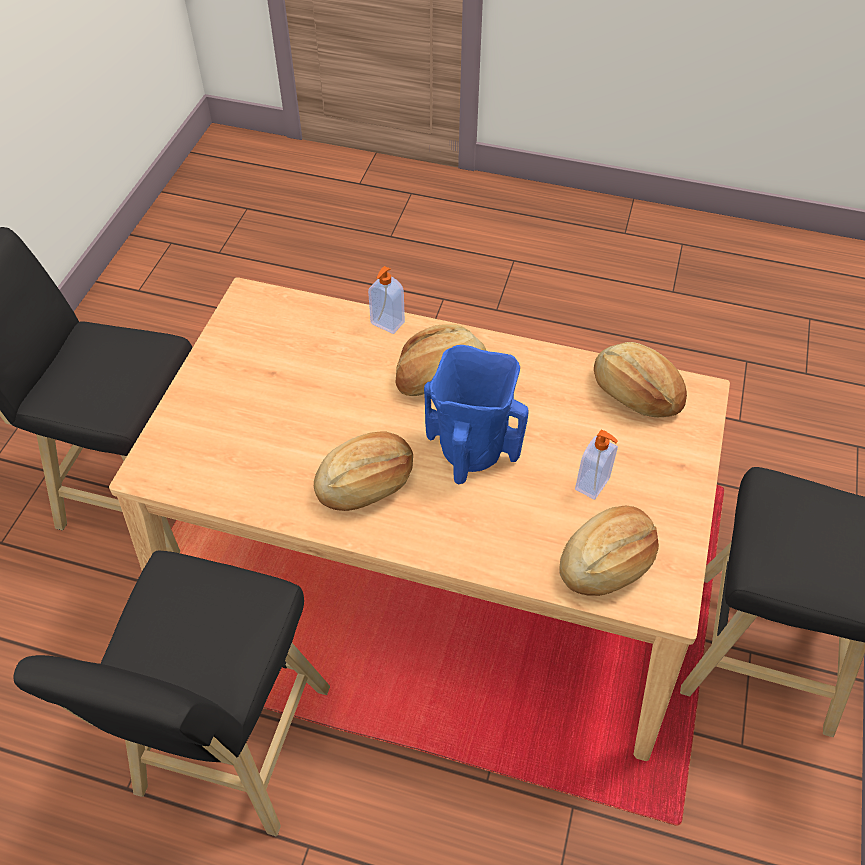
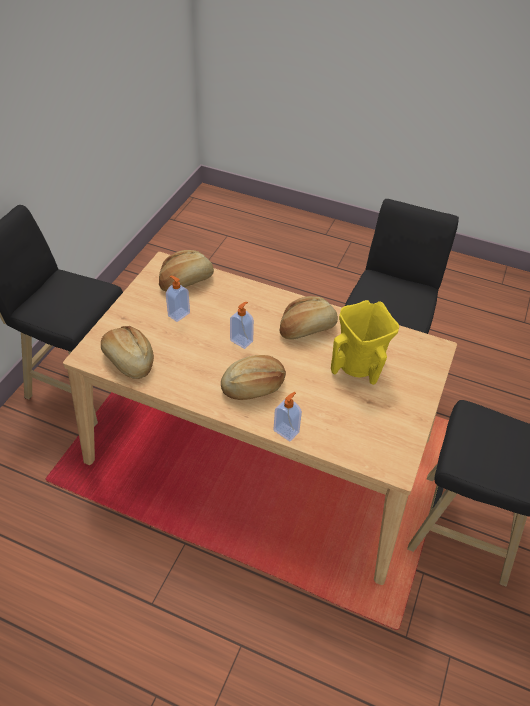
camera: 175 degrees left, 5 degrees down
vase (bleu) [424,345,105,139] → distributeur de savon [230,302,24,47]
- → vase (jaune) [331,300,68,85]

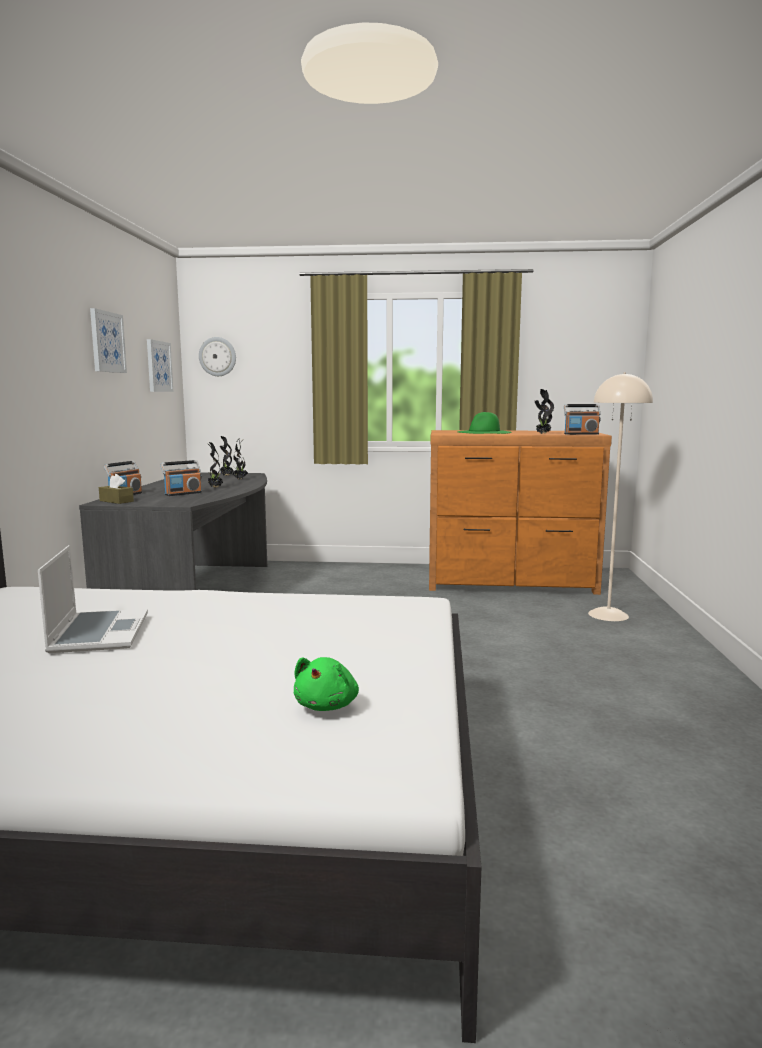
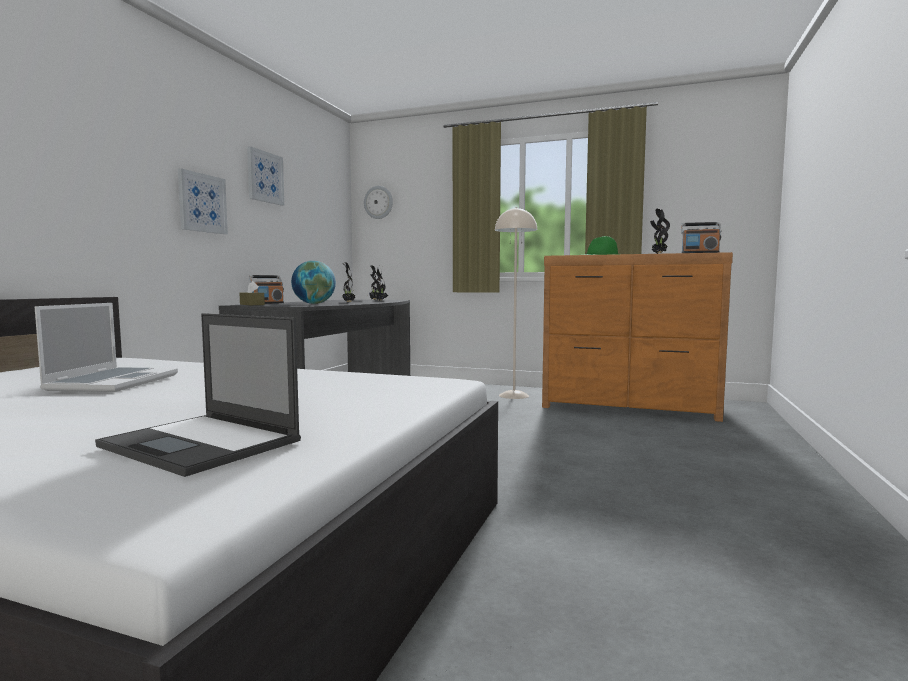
camera: 15 degrees right, 5 degrees down
tableau [147,339,26,53] → tableau [178,168,50,66], shifted
radio [161,460,41,36] → globe [291,261,45,43]
peluche (vert) [294,657,65,54] → ordinateur portable [95,313,206,164]
lampadaire (beige) [588,372,65,249] → lampadaire (beige) [495,207,42,192], shifted

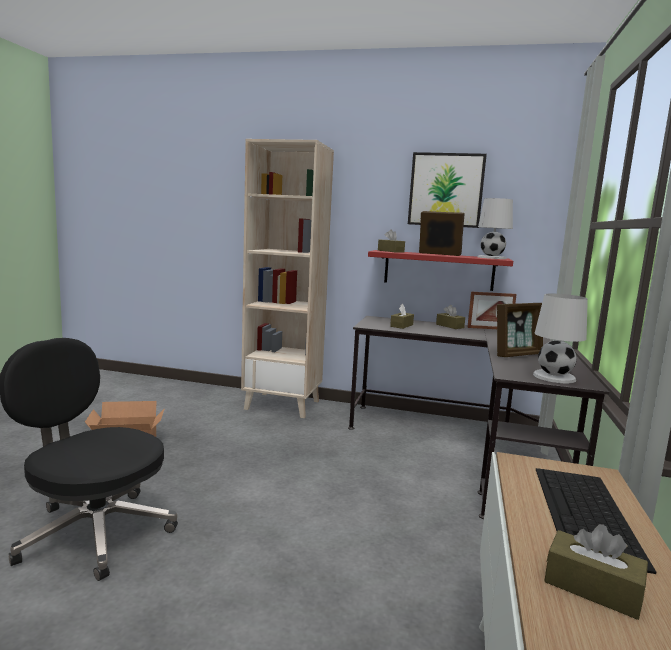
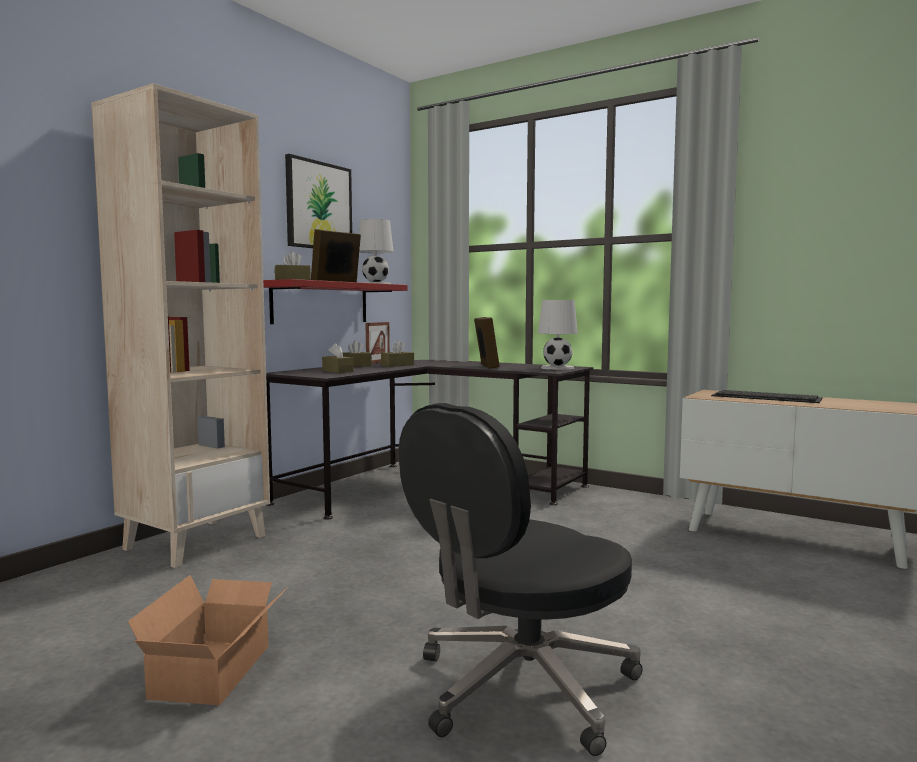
camera: 70 degrees left, 5 degrees down
boîte à mouchoirs (marron) [544,524,104,96] → boîte à mouchoirs (marron) [381,340,33,27], shifted

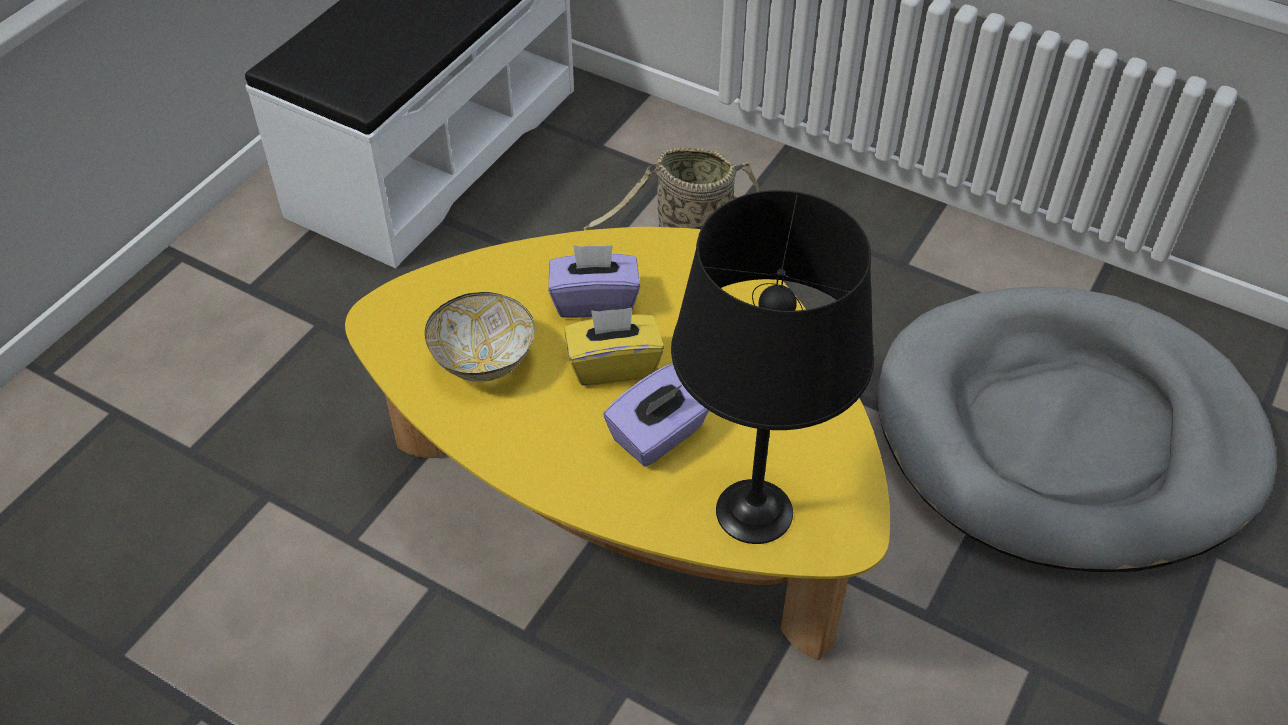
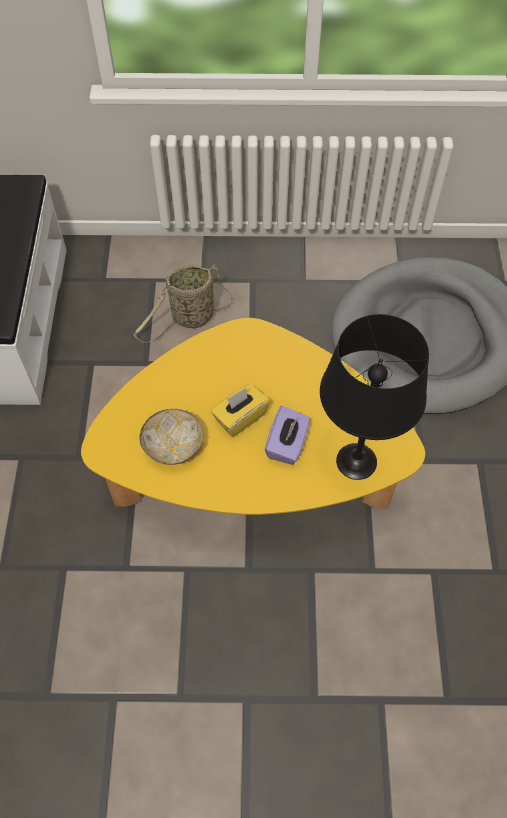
camera: 30 degrees left, 10 degrees up
boîte à mouchoirs (violet) [548,245,92,73] → -

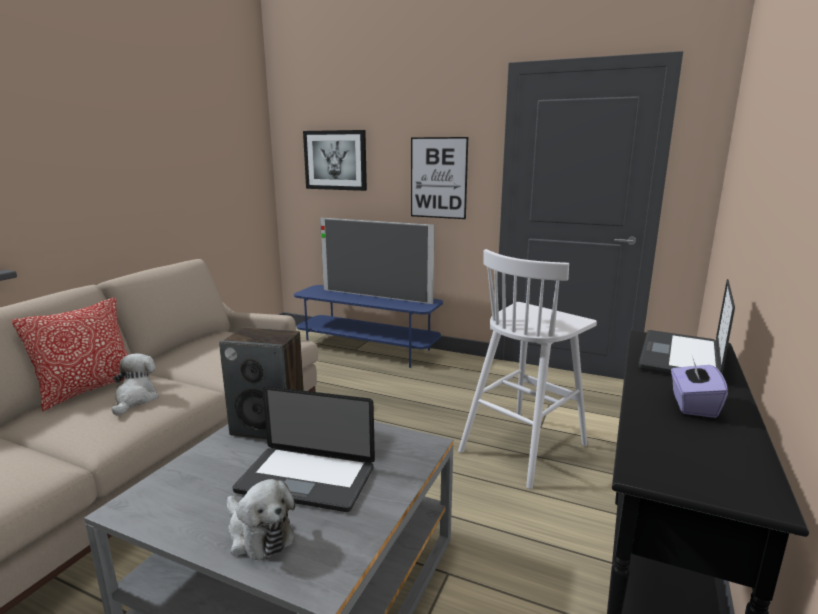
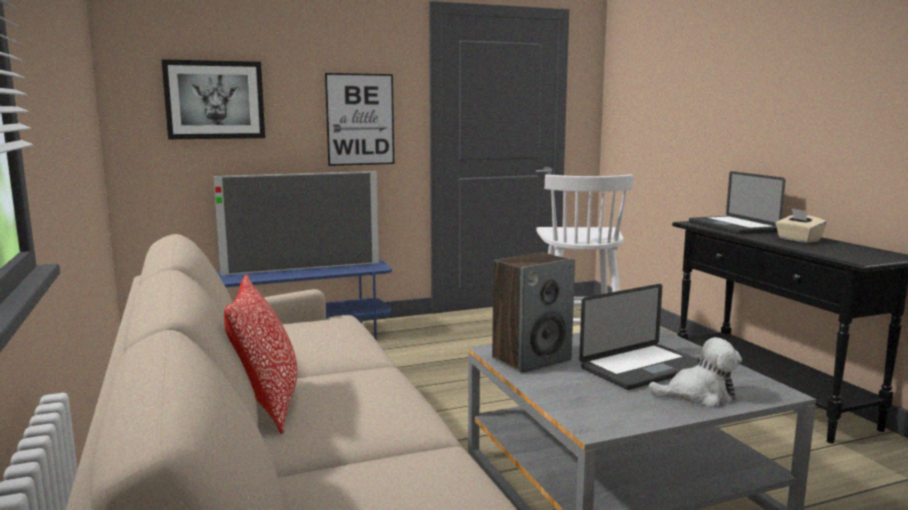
camera: 45 degrees left, 5 degrees down
peluche [112,354,47,61] → -
boîte à mouchoirs (violet) [671,356,57,62] → boîte à mouchoirs (beige) [775,208,52,35]

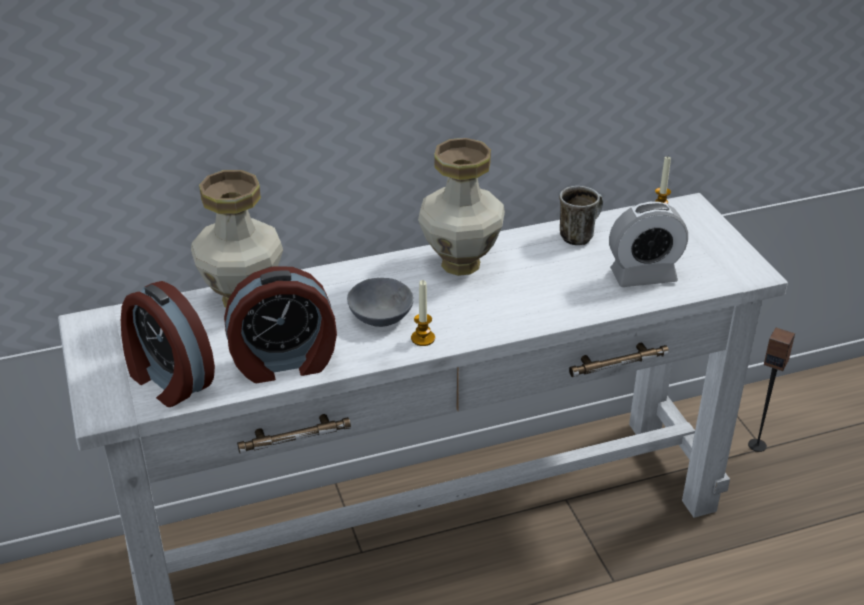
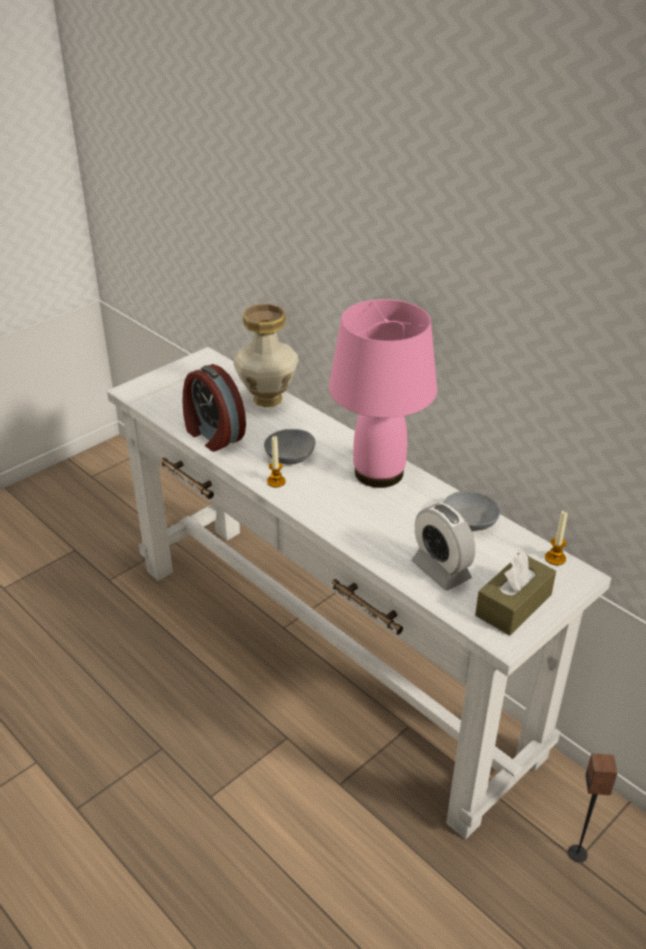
camera: 65 degrees right, 0 degrees up
réveil [121,281,94,126] → -
vase [418,138,87,138] → lampe de table (rose) [329,299,108,189]
mug [560,186,43,59] → bol (gris) [444,491,56,40]
- → boîte à mouchoirs (marron) [475,551,81,85]

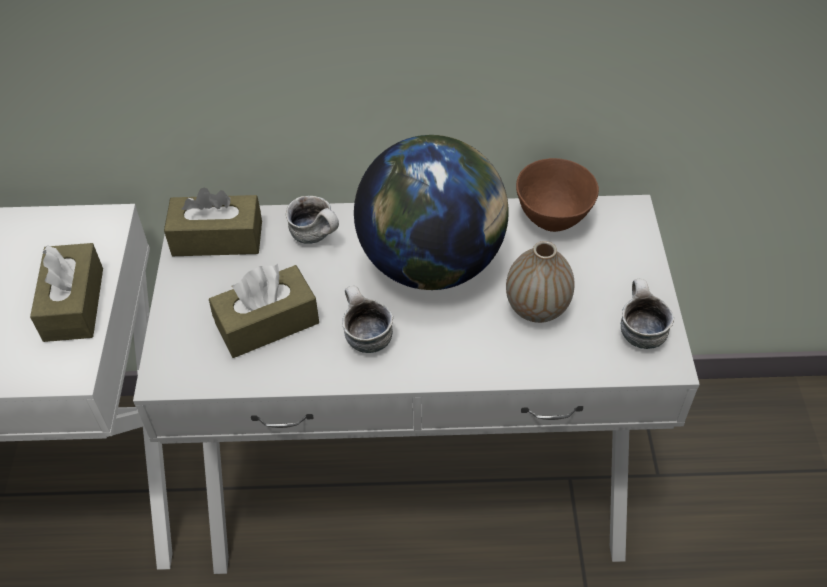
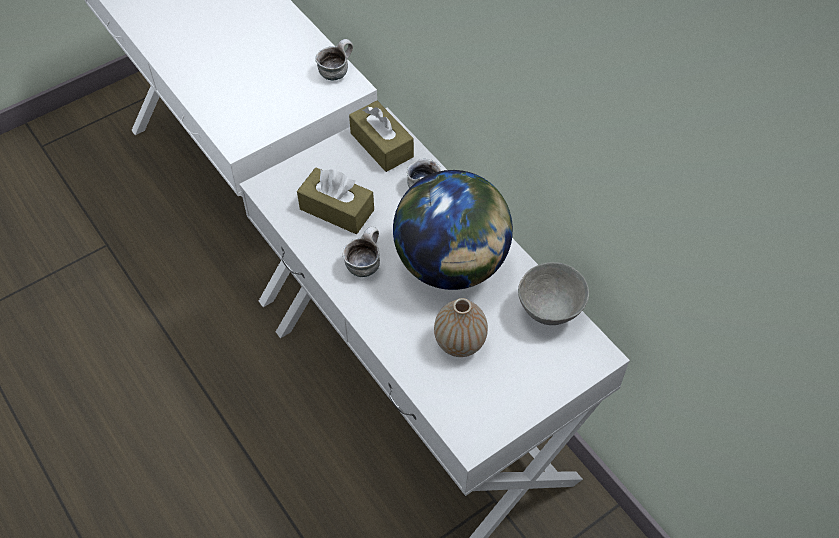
camera: 55 degrees right, 5 degrees up
boîte à mouchoirs (marron) [30,243,73,99] → -
bol (marron) [516,158,83,74] → bol (gris) [518,262,71,63]
mug [621,279,53,70] → mug [315,39,38,42], shifted

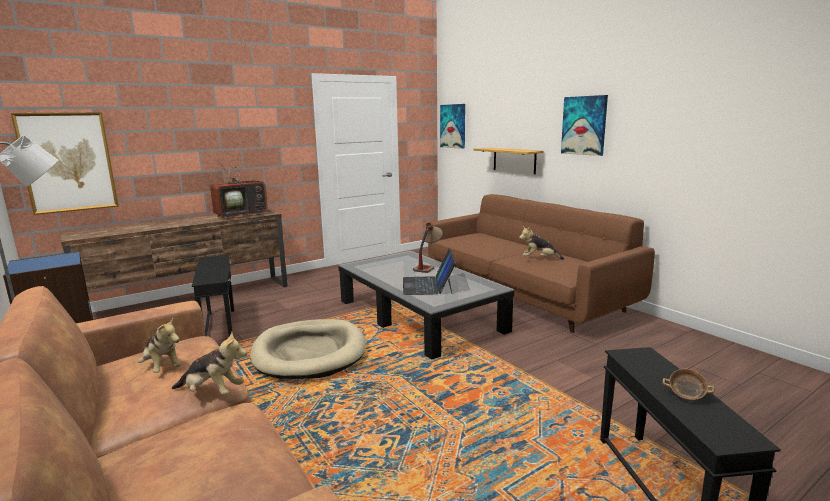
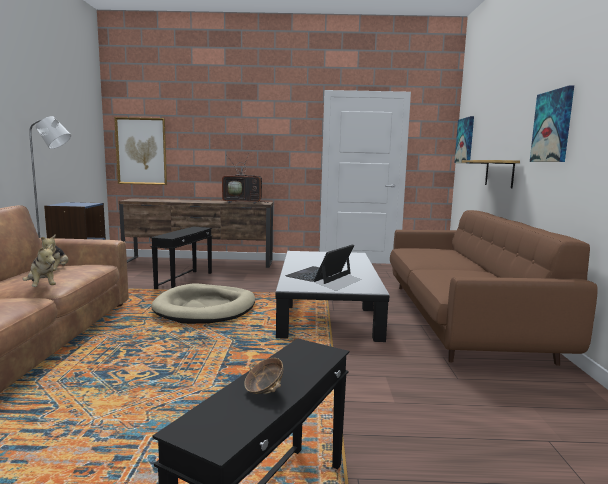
camera: 35 degrees right, 5 degrees down
lampe de table [413,222,30,51] → -
peluche [519,226,45,34] → -

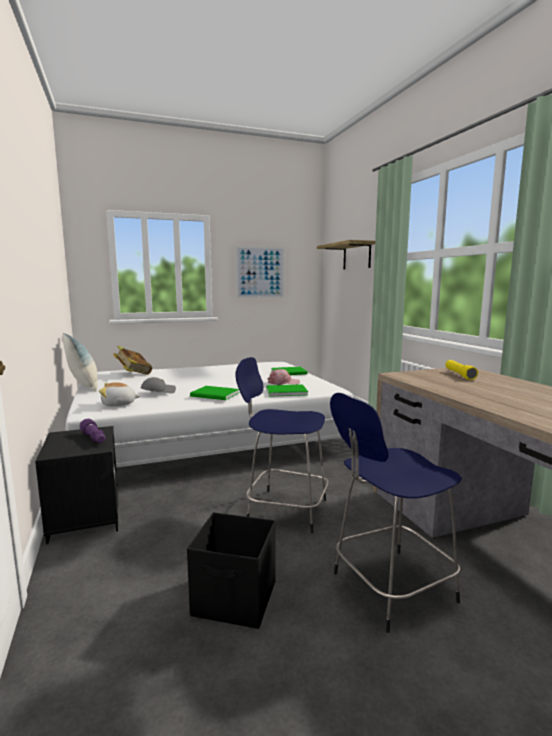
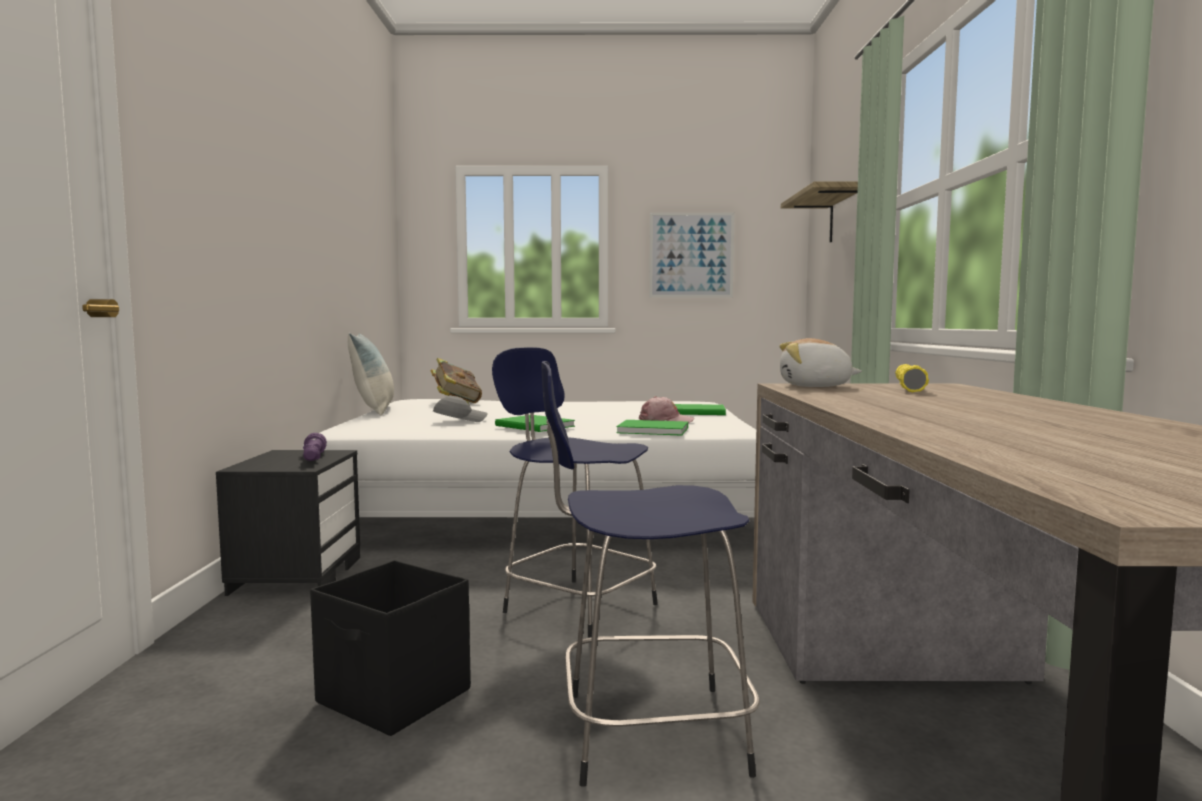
camera: 20 degrees right, 5 degrees down
peluche [99,382,41,25] → peluche [780,338,82,49], shifted

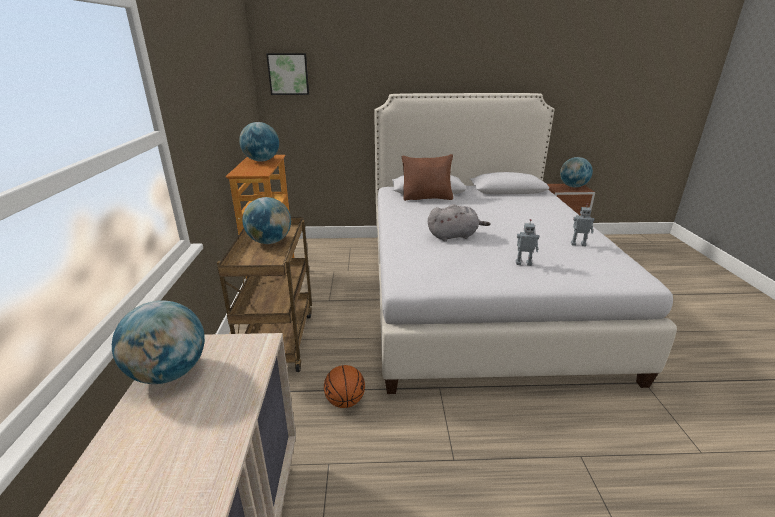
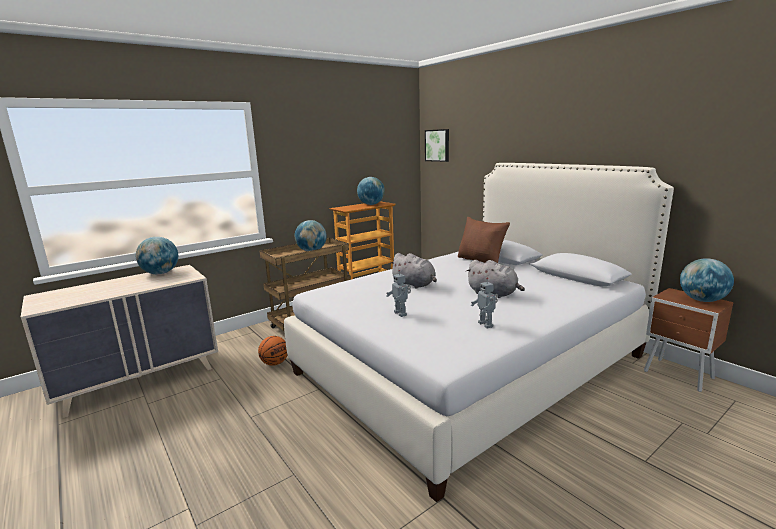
camera: 55 degrees right, 10 degrees down
- → peluche (gris) [466,260,59,38]

